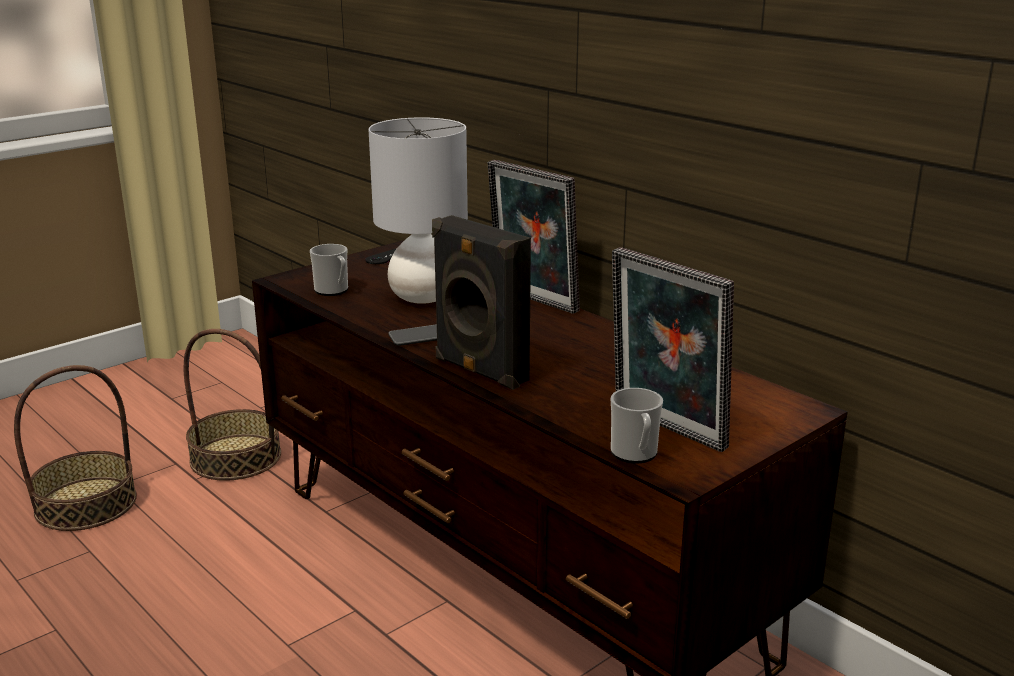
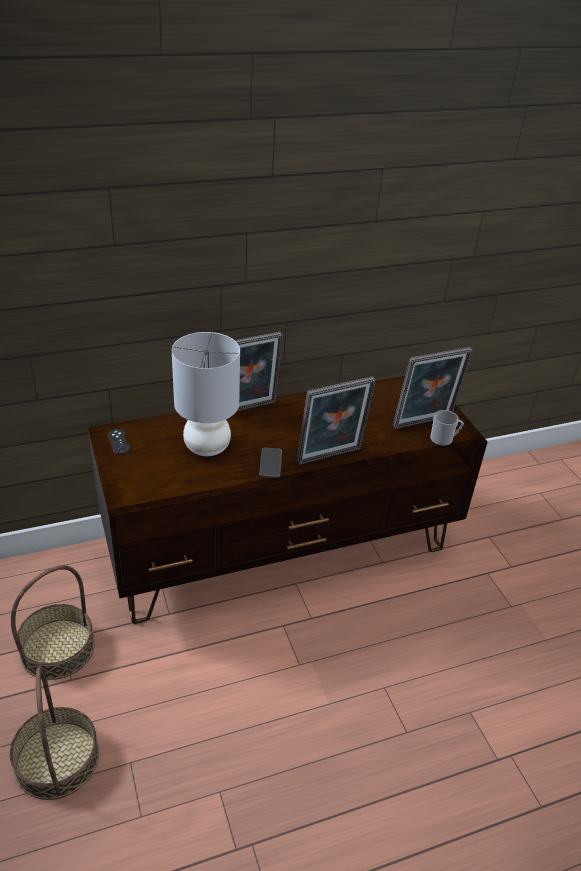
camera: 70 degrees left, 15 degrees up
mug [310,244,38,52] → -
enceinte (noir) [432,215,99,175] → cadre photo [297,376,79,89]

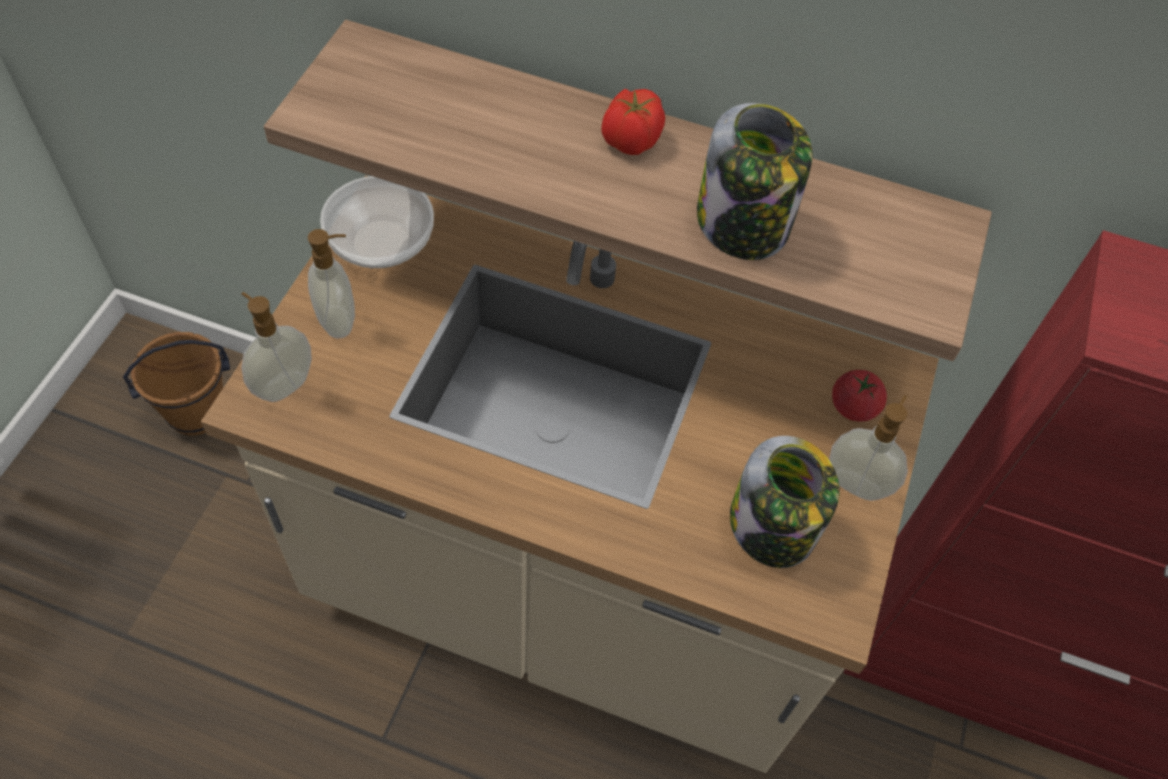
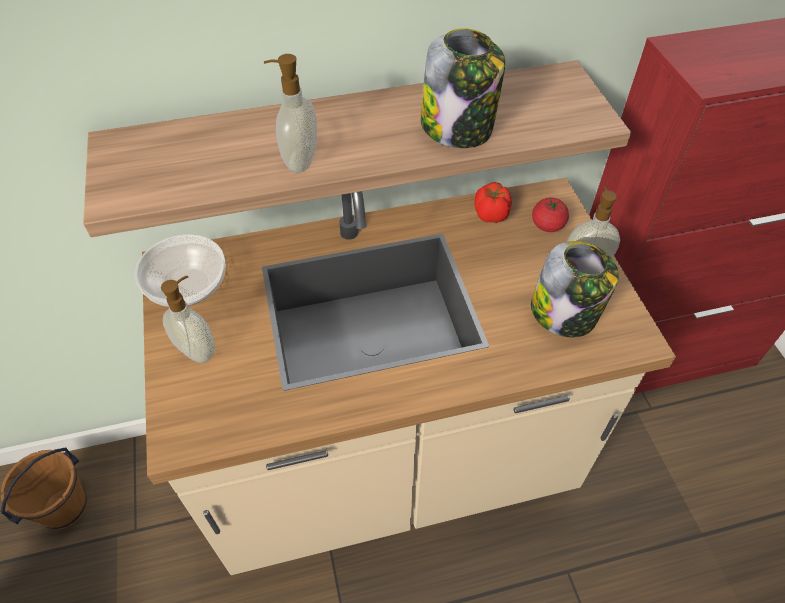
camera: 30 degrees left, 5 degrees down
distributeur de savon [241,292,71,110] → distributeur de savon [264,54,53,119], shifted
tomate [601,89,64,66] → tomate [475,182,37,41], shifted

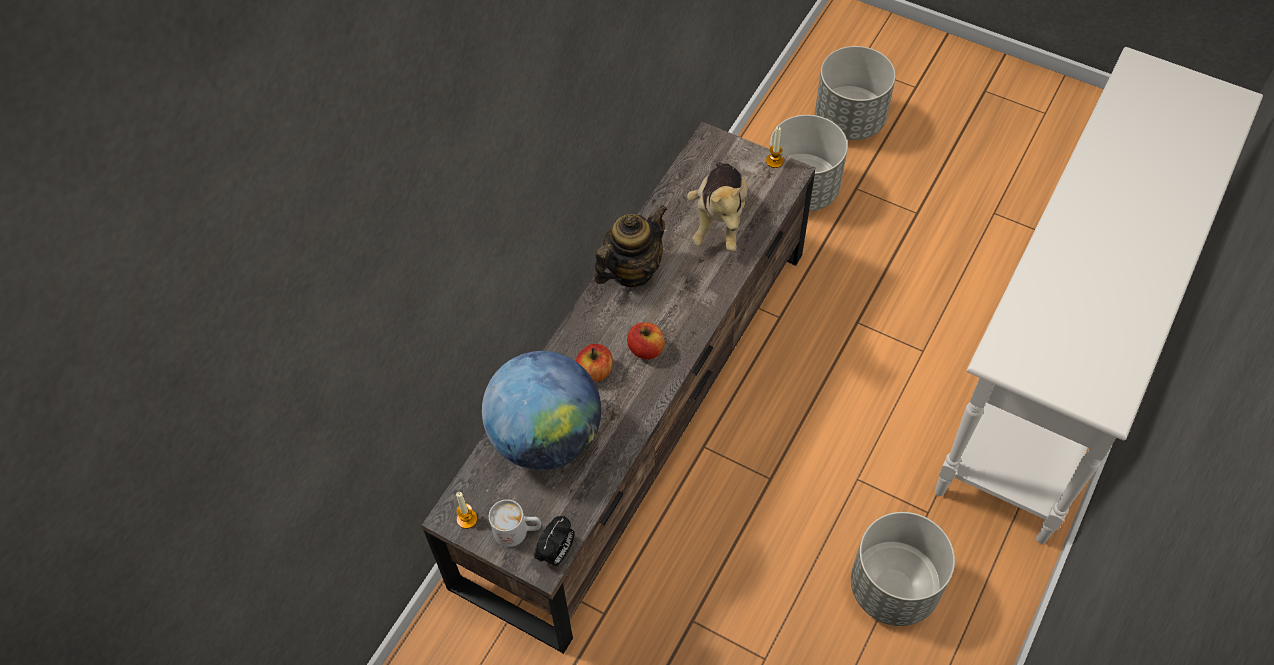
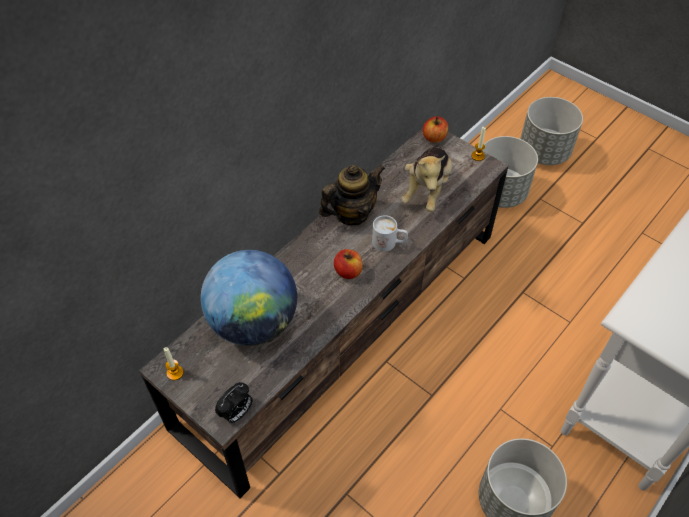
camera: 10 degrees right, 5 degrees down
mug (blanc) [489,499,52,48] → mug (blanc) [372,215,36,37], shifted
pomme [576,344,37,38] → pomme [423,116,25,27], shifted

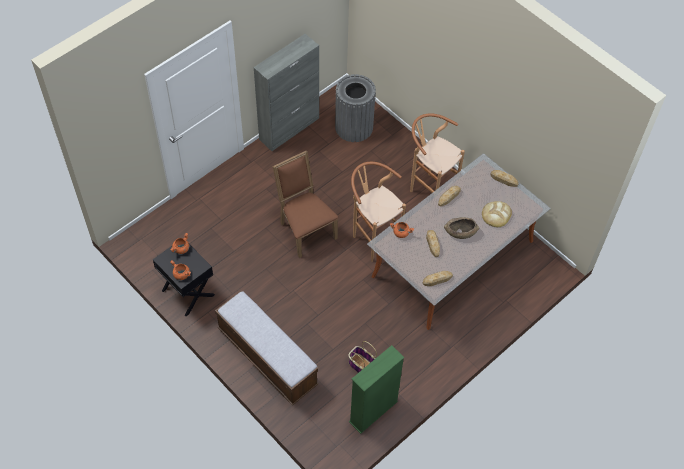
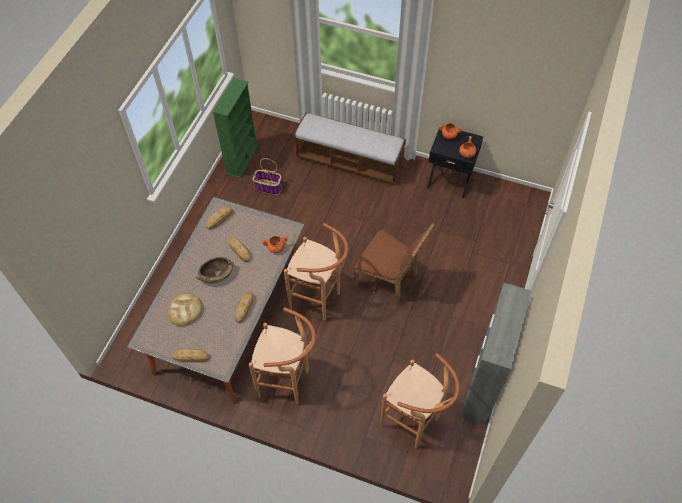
camera: 155 degrees right, 0 degrees up
poubelle (gris) [335,74,41,68] → tabouret (marron) [380,353,80,96]

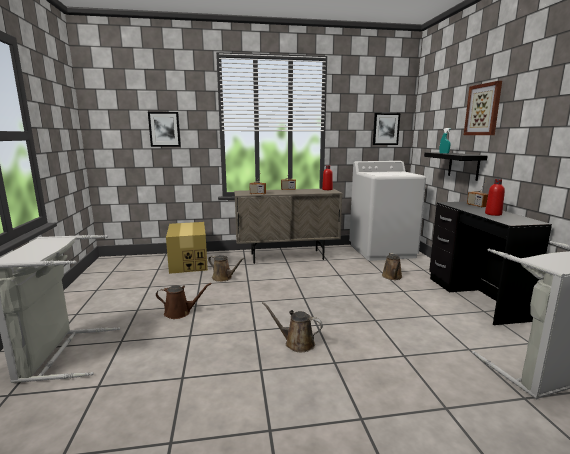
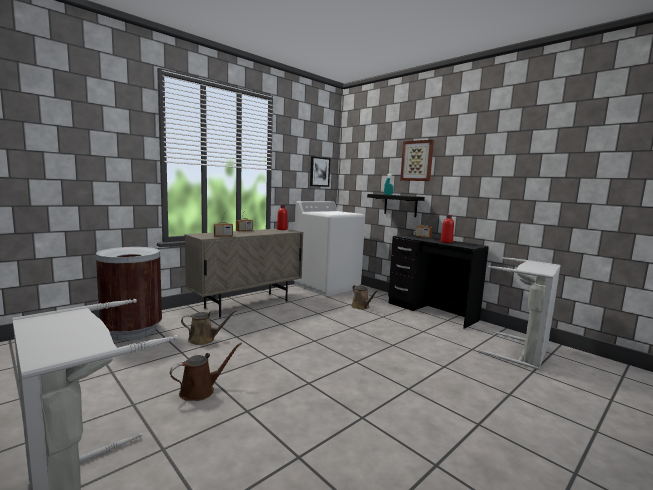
camera: 35 degrees left, 5 degrees down
tableau [148,112,33,35] → -
carton [166,222,42,52] → poubelle (marron) [96,247,66,94]
arrosoir (marron) [262,302,61,50] → -

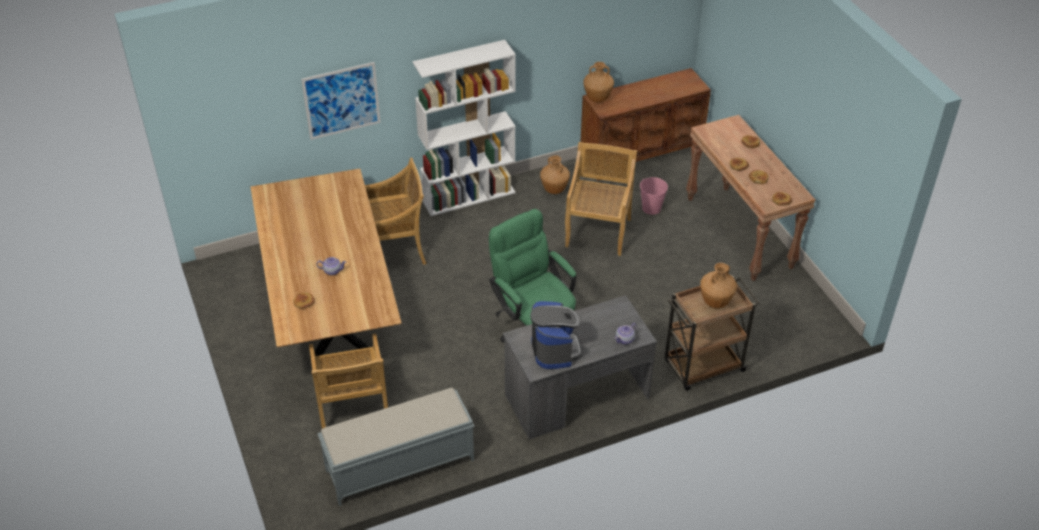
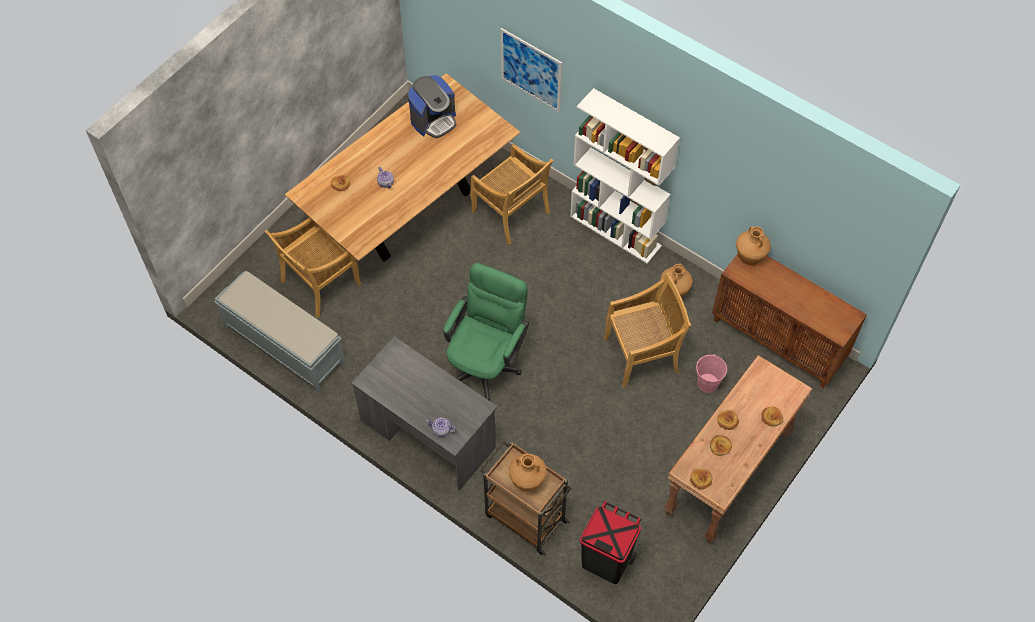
camera: 60 degrees right, 15 degrees up
machine à café [531,301,51,68] → machine à café [408,75,48,63], shifted
- → poubelle (noir) [580,501,62,83]

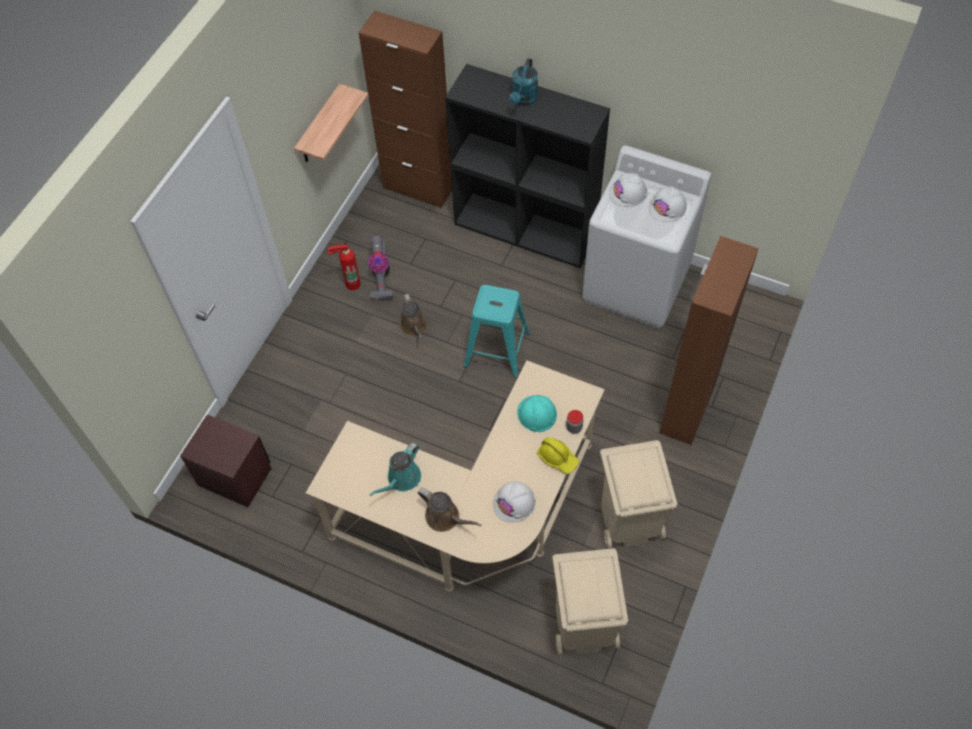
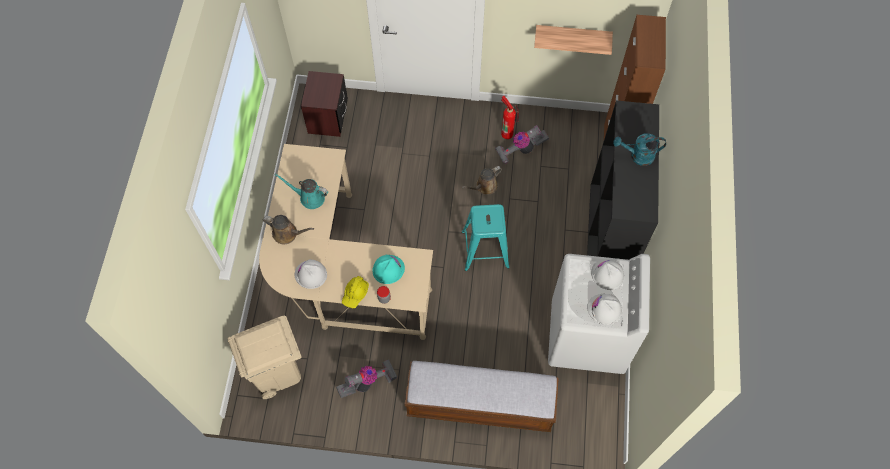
camera: 70 degrees right, 5 degrees up
arrosoir (marron) [418,488,63,44] → arrosoir (marron) [263,215,51,30], 90 degrees counterclockwise
poubelle (beige) [600,440,78,108] → aspirateur [336,360,61,38]
meuble de rangement (marron) [660,236,99,209] → banc [405,361,154,71]

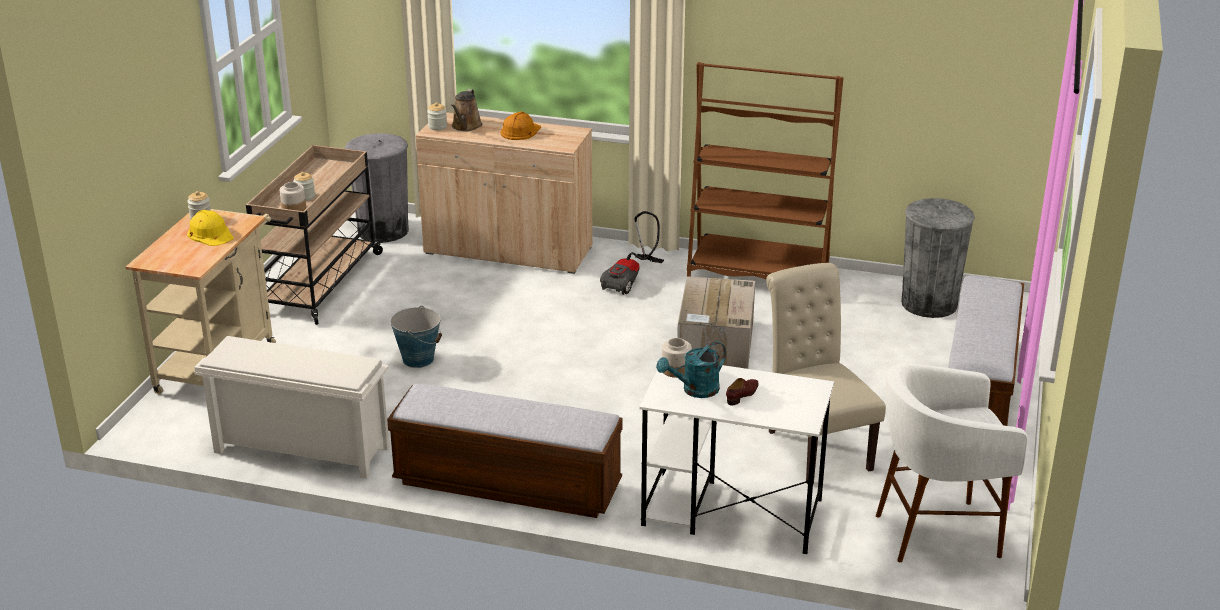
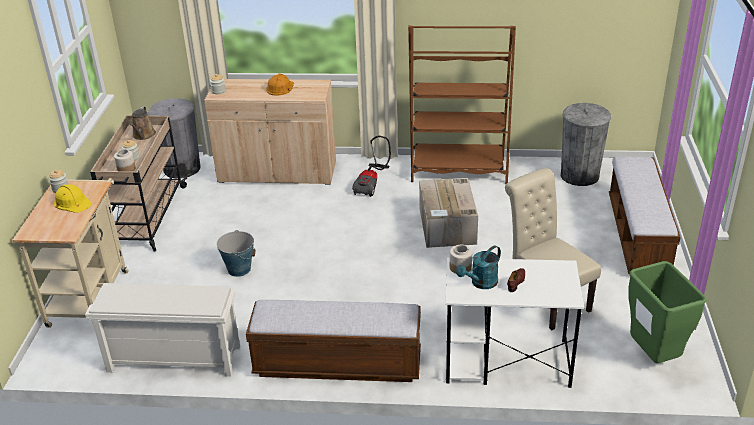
camera: 10 degrees left, 5 degrees up
arrosoir (marron) [451,89,31,42] → arrosoir (marron) [130,106,26,34], shifted
tabouret (blanc) [876,363,152,199] → poubelle (vert) [628,261,79,102]

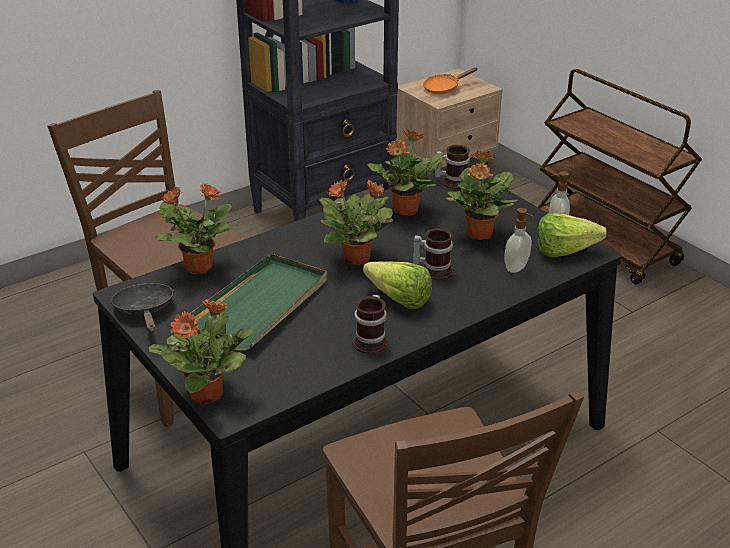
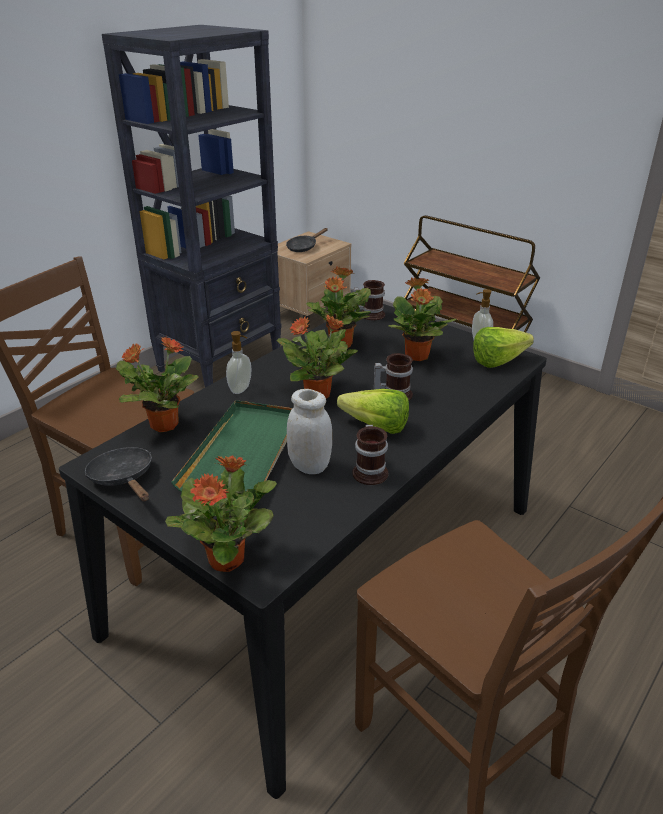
camera: 15 degrees left, 0 degrees up
poêle (orange) [423,67,55,27] → poêle (noir) [286,228,42,24]
distributeur de savon [505,208,29,65] → distributeur de savon [226,331,25,63], shifted
- → bocal (blanc) [287,389,45,85]

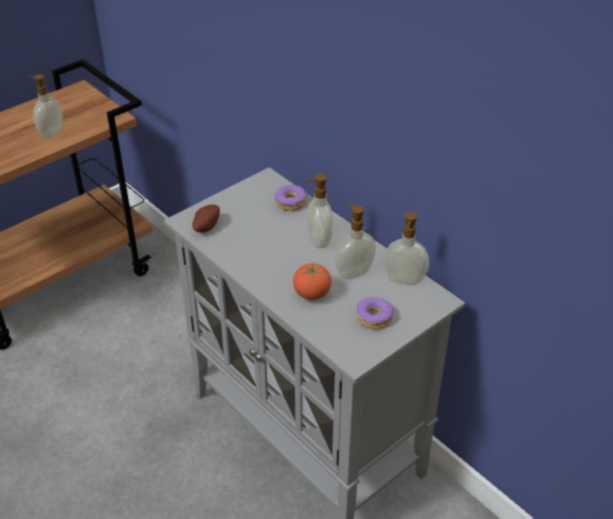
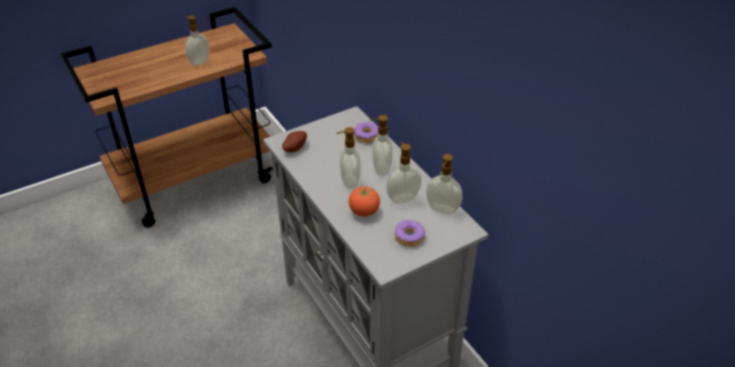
camera: 10 degrees right, 0 degrees up
- → distributeur de savon [336,127,25,62]

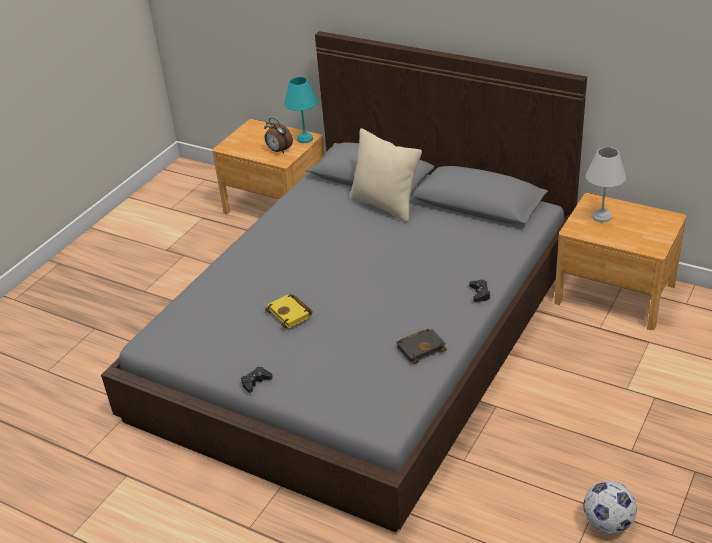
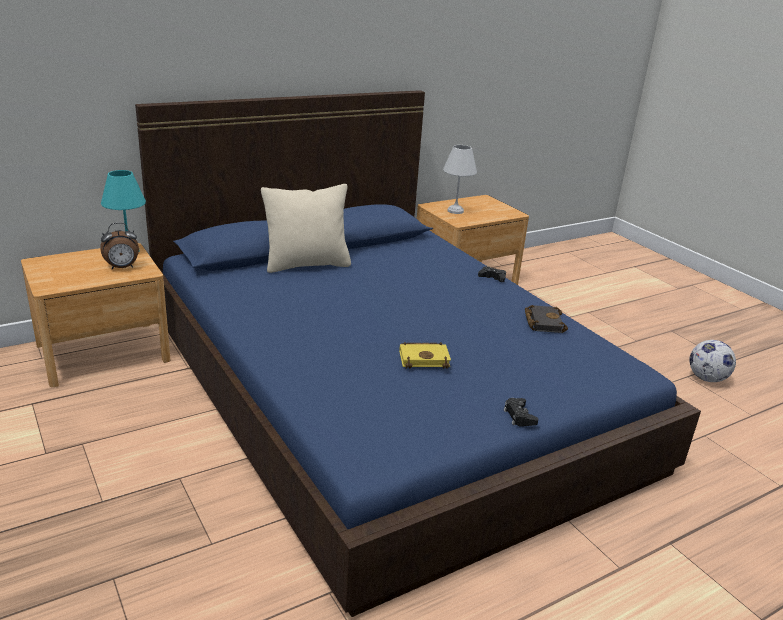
camera: 65 degrees left, 10 degrees down
lit (gris) [101,31,486,502] → lit (bleu) [135,90,566,527]

